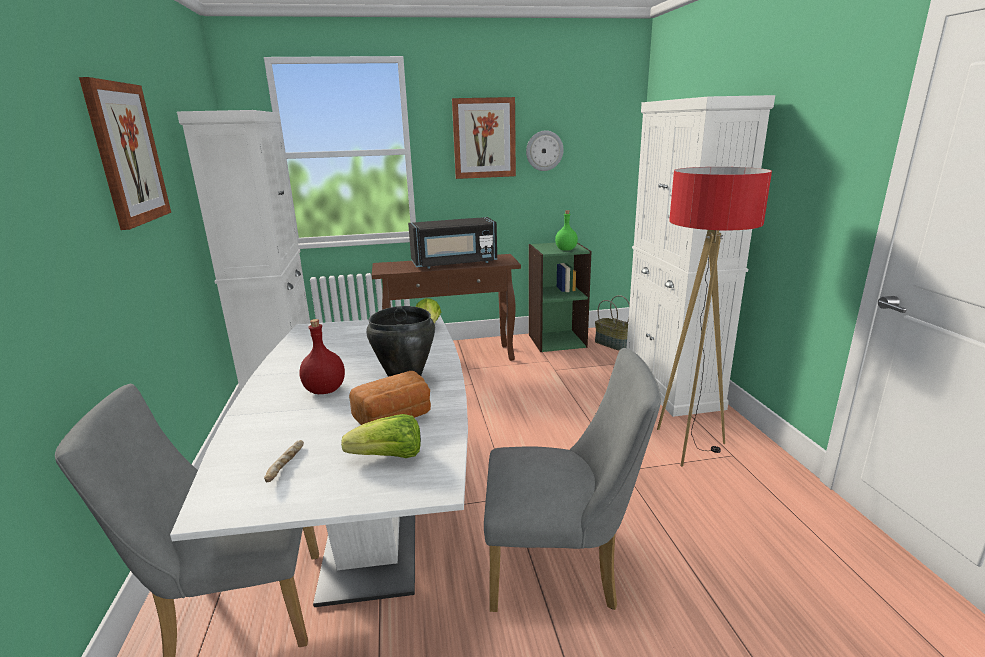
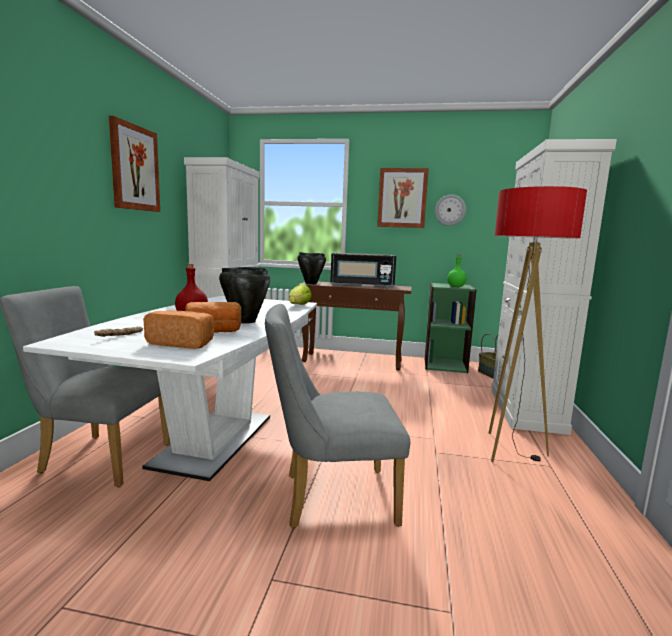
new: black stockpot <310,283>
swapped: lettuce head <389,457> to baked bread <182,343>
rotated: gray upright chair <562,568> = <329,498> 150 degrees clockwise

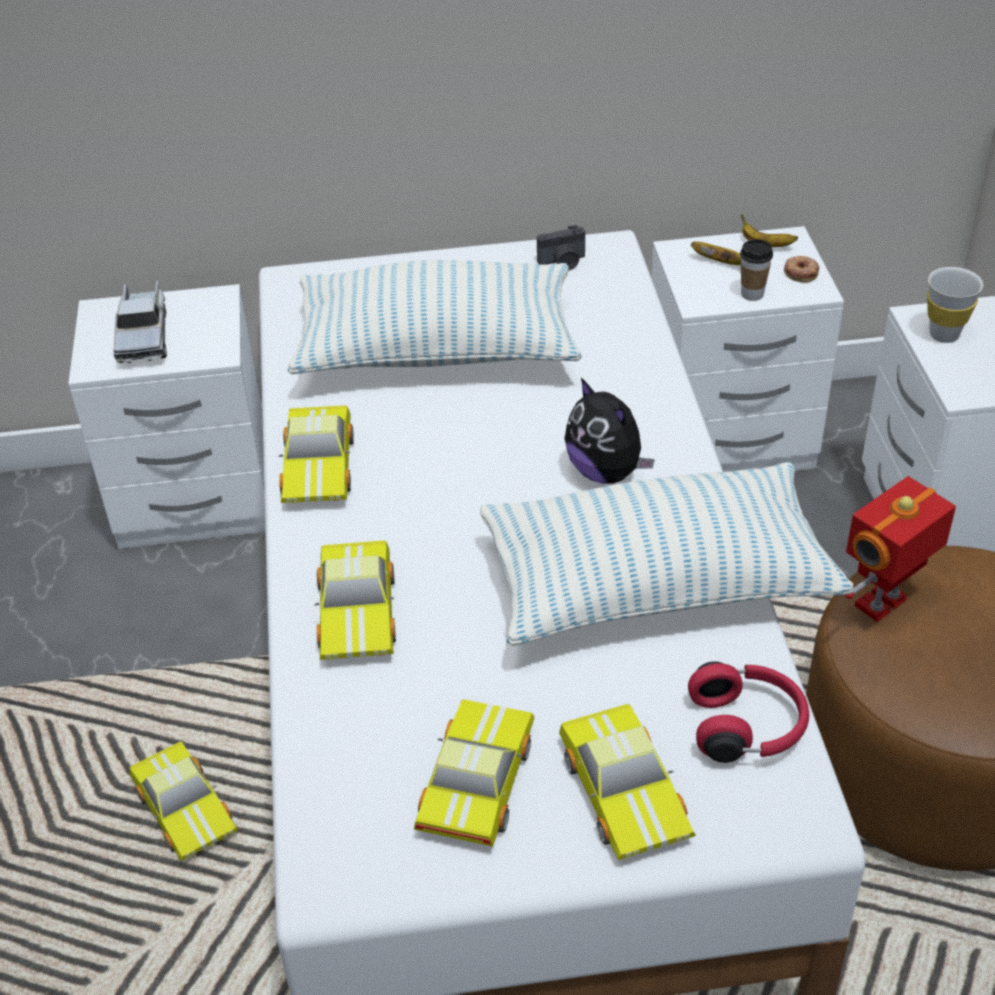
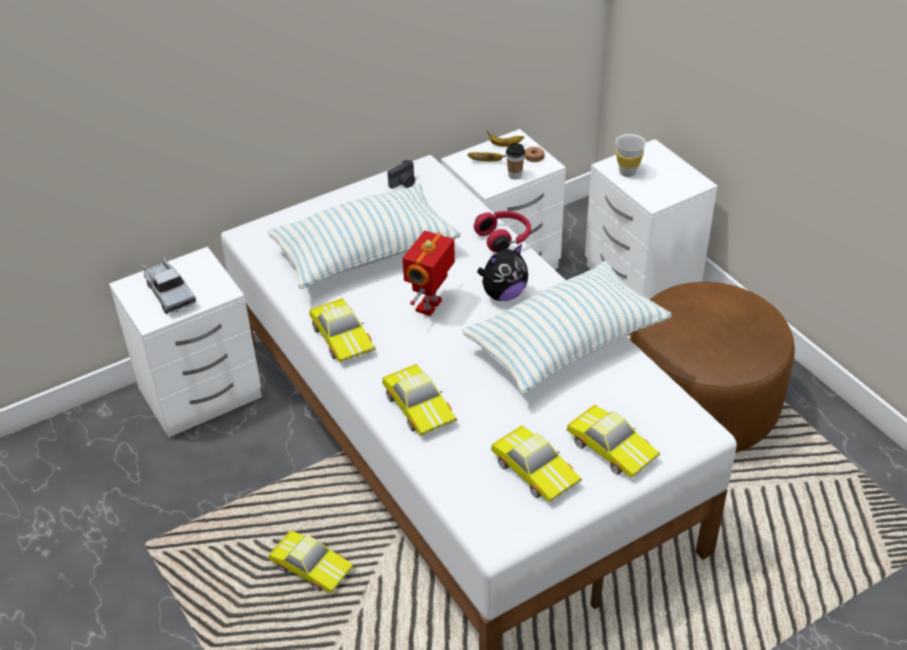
shifted: reddish headset <747,727> to <504,238>; toy robot <883,604> to <430,306>
rotated: toy car <472,783> = <536,469> 150 degrees clockwise; plush toy <606,471> = <503,294> 60 degrees counterclockwise

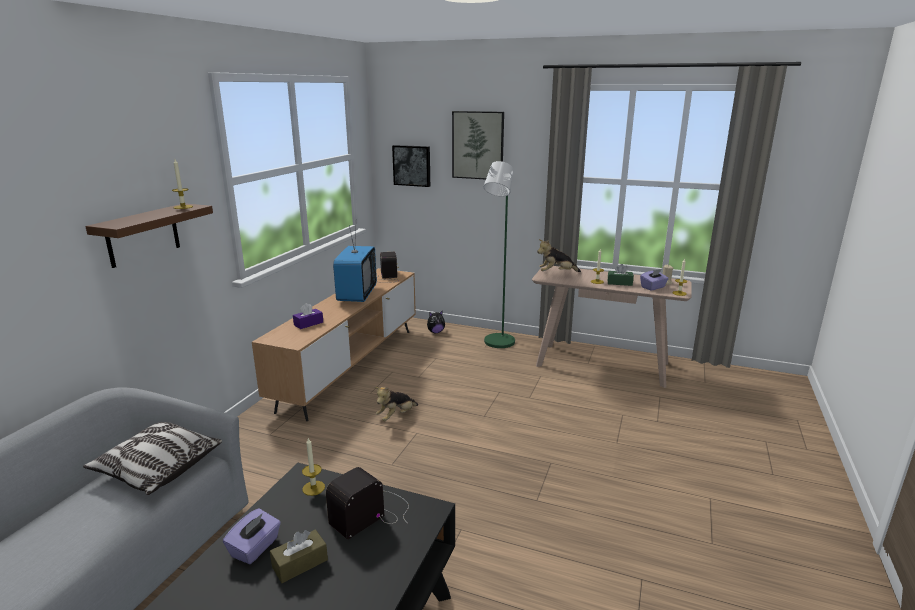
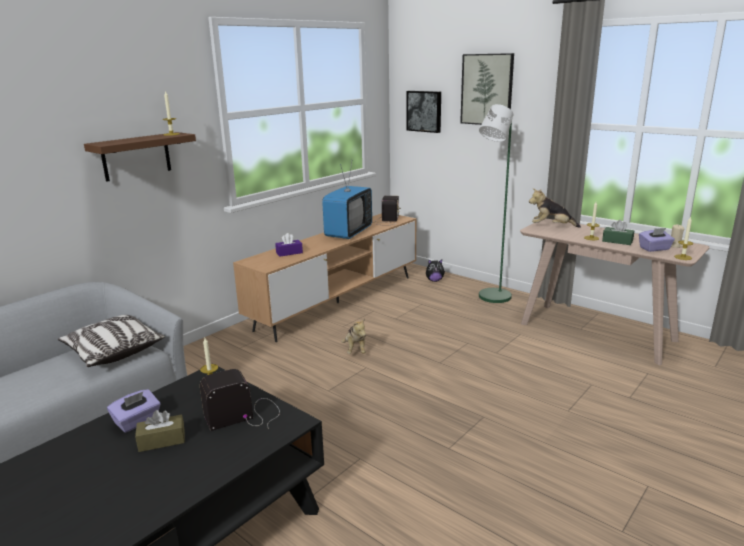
rotated: plush toy <396,416> = <355,350> 75 degrees counterclockwise

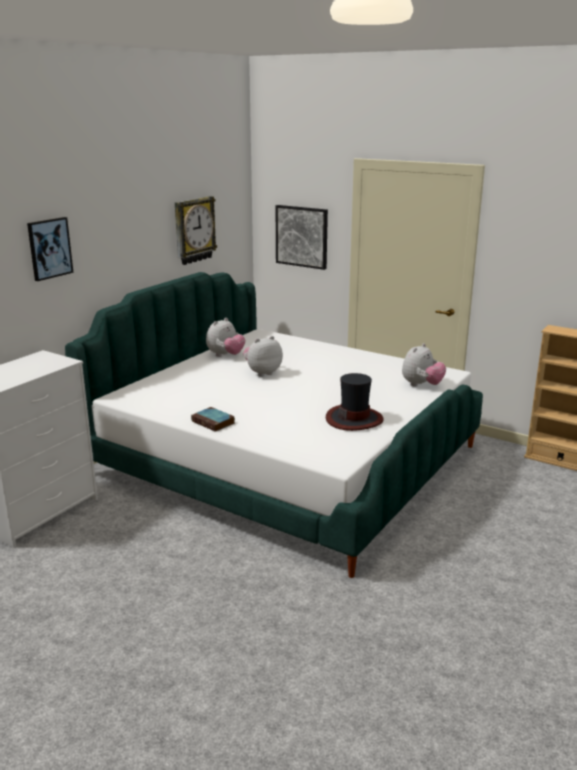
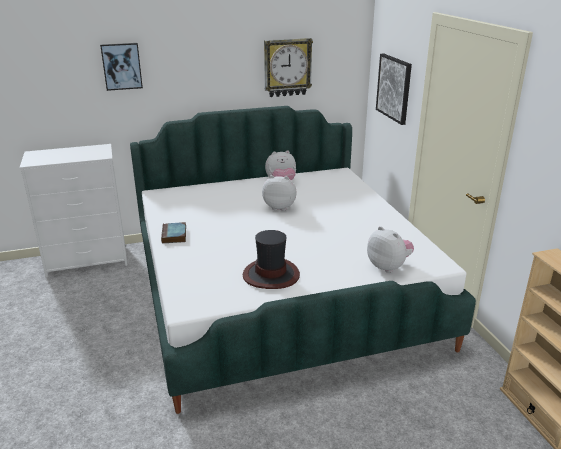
rotated: plush toy <421,385> = <388,267> 120 degrees counterclockwise

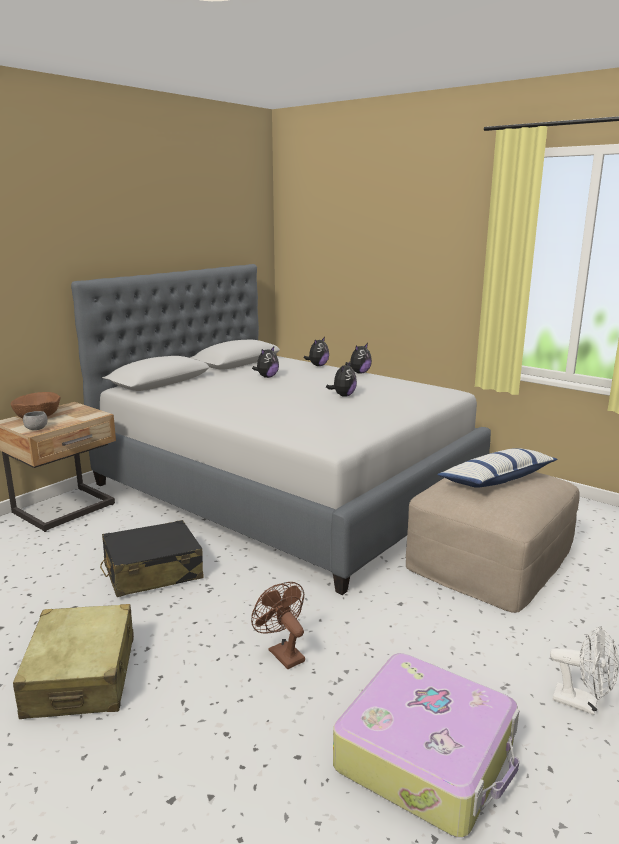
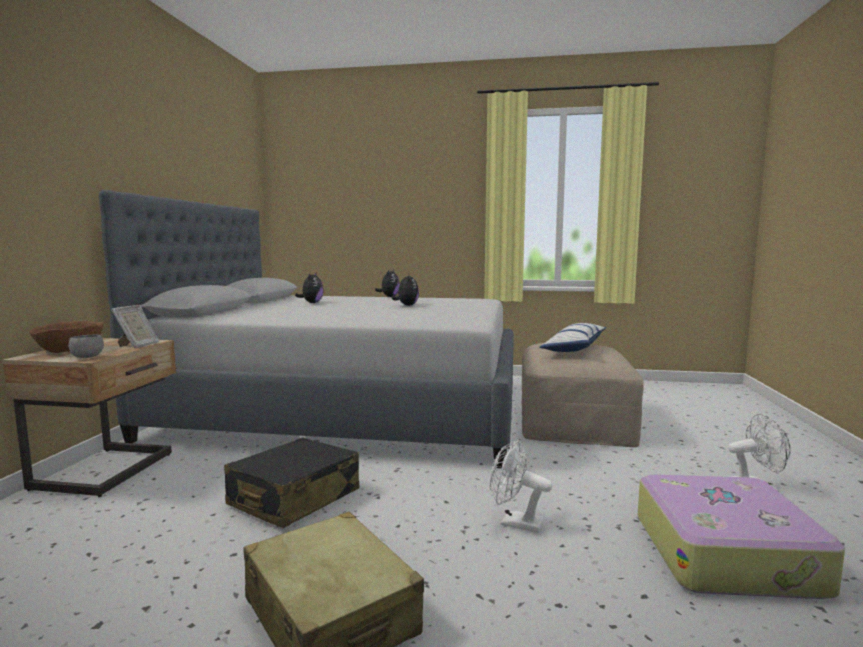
gone: plush toy <318,365>
new: picture frame <137,345>
repainted: brown fan <282,653> to white-coloured fan <515,523>

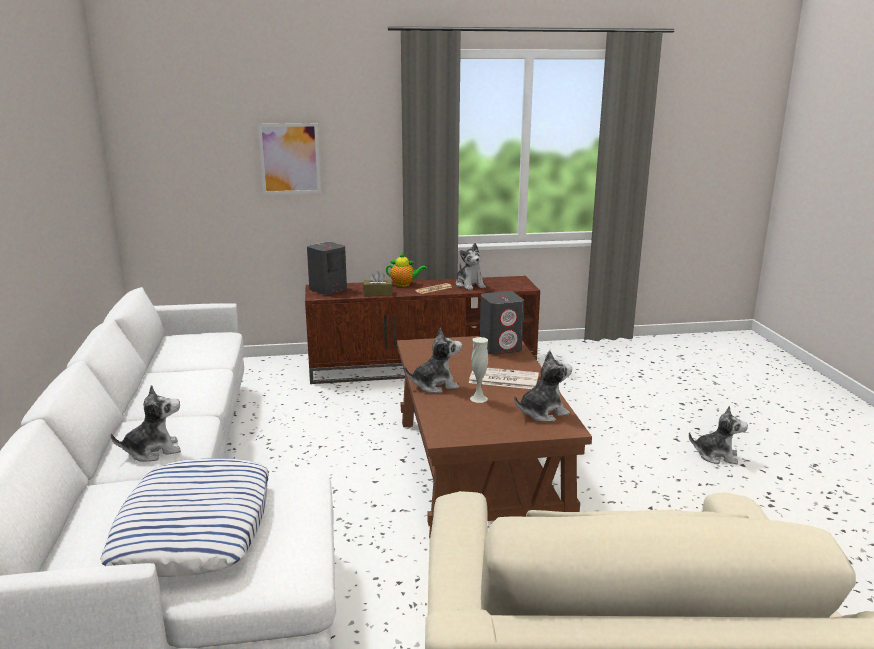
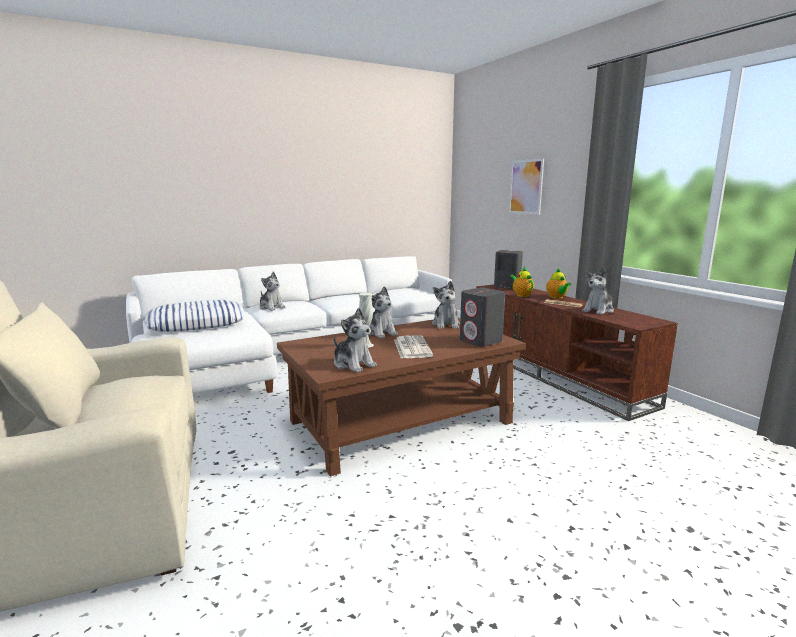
shifted: plush toy <716,456> to <446,324>
swapped: brown tissue box <378,293> to tea pot <521,295>

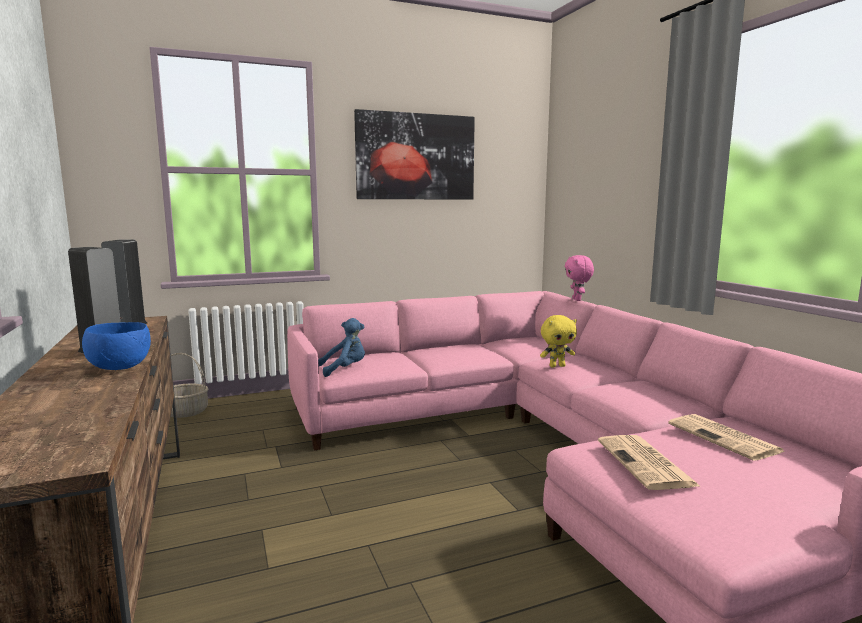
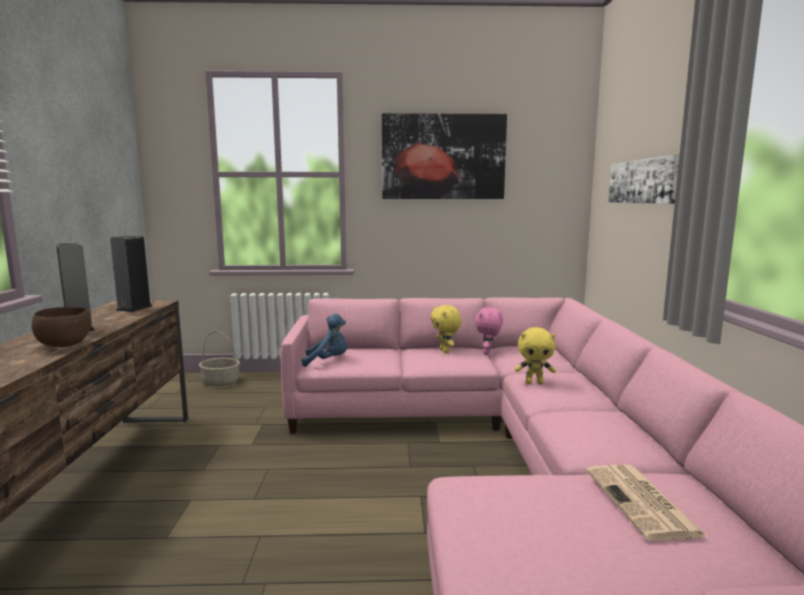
gone: newspaper <646,463>
new: yellow plush toy <445,351>; picture <642,181>
shifted: pink plush toy <577,300> to <488,353>
repainted: blue serving bowl <121,367> to brown serving bowl <66,345>

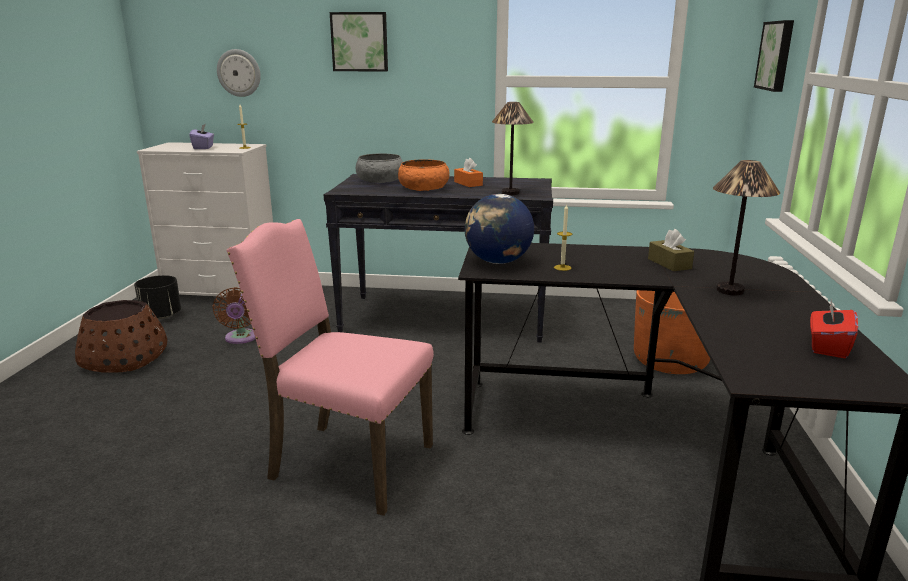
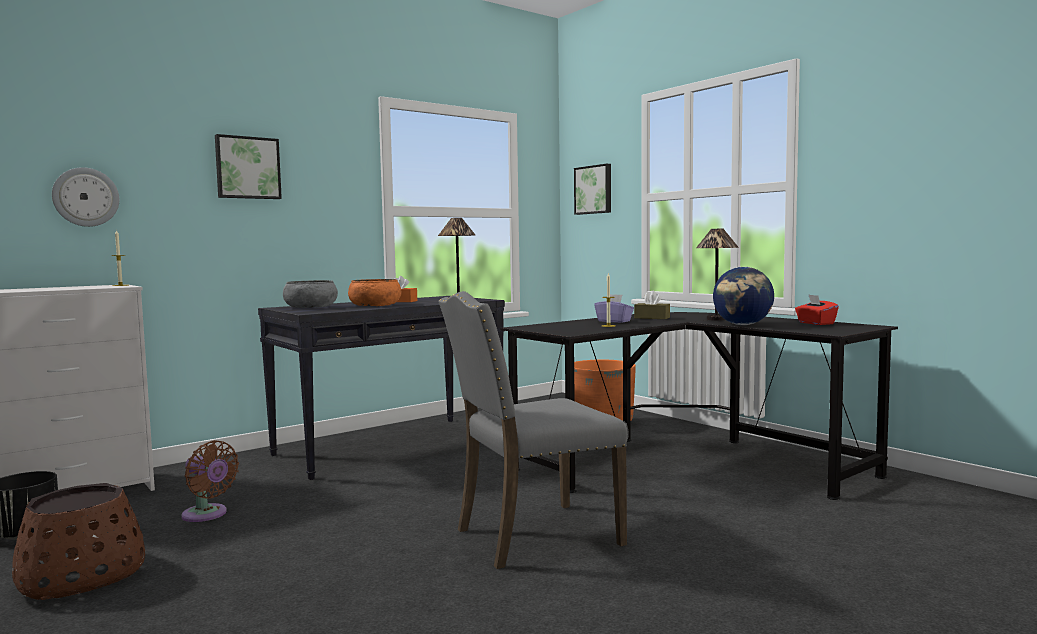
shifted: purple-coloured tissue box <203,147> to <614,321>; world globe <498,262> to <742,325>
repainted: pink upright chair <347,463> to gray upright chair <533,536>

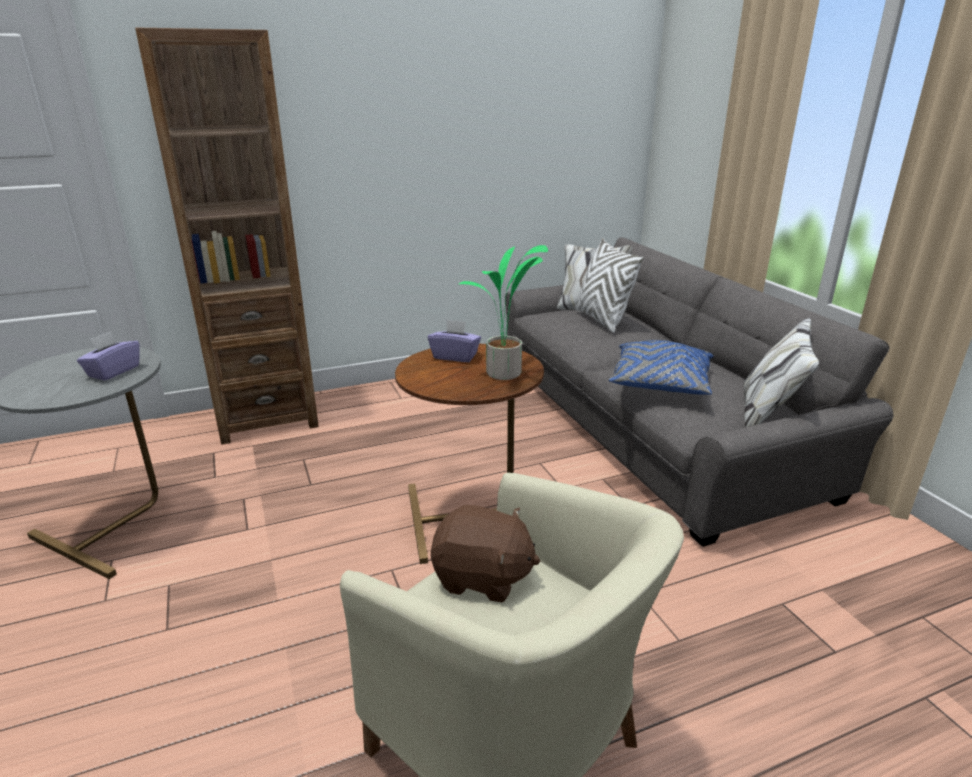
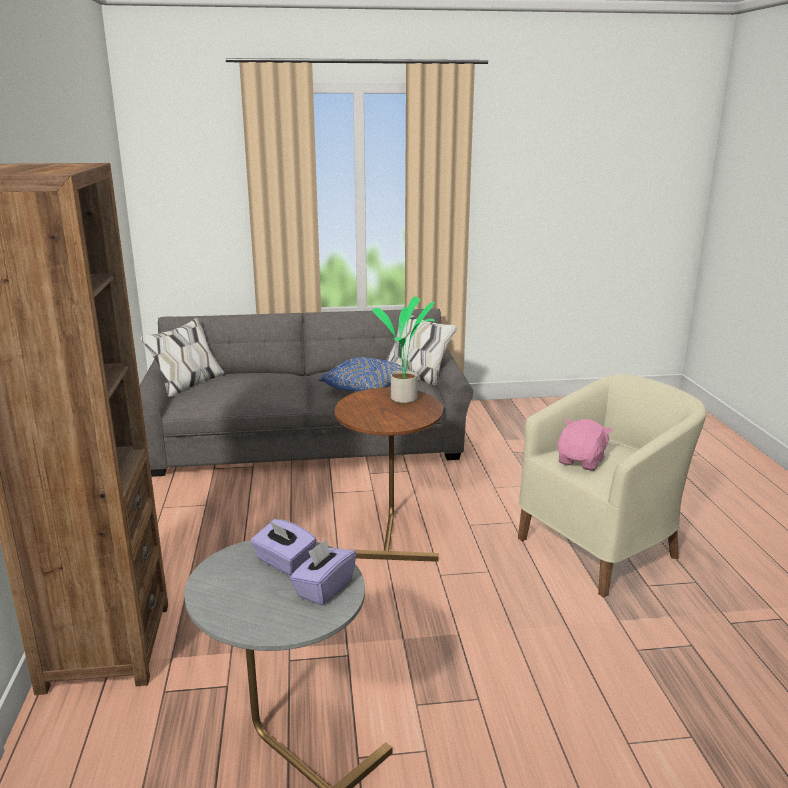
gone: white-coloured pillow <601,320>
shifted: purple-coloured tissue box <455,356> to <324,588>
repainted: brown plush toy <482,577> to pink plush toy <581,461>

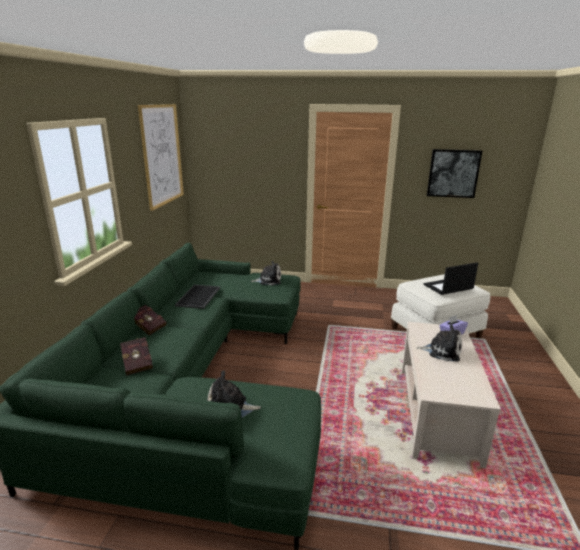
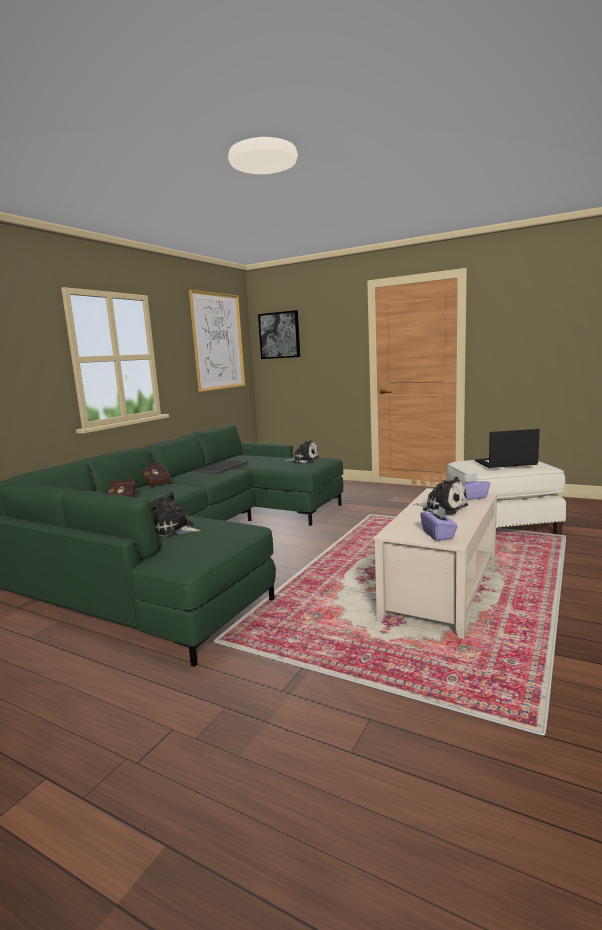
new: purple-coloured tissue box <438,535>
shifted: picture <453,173> to <279,335>

